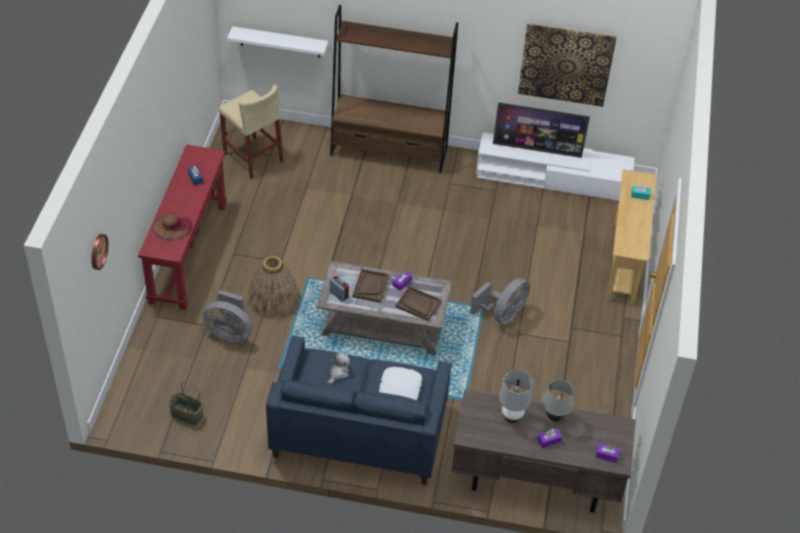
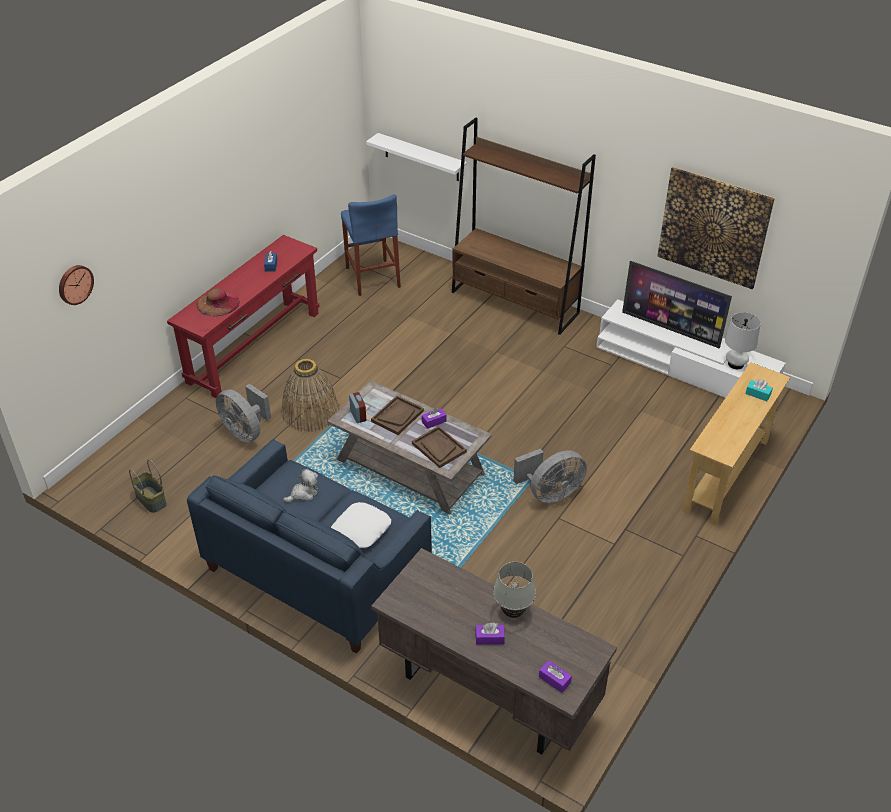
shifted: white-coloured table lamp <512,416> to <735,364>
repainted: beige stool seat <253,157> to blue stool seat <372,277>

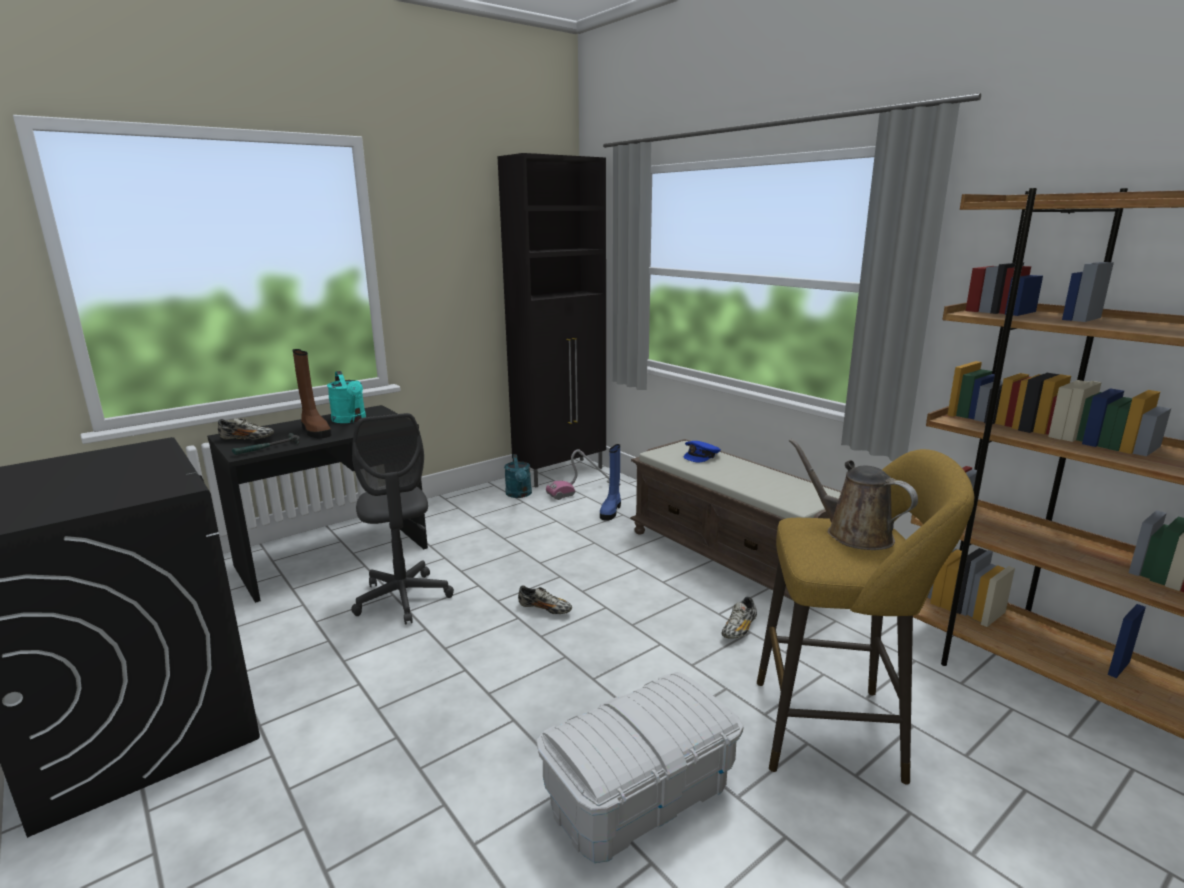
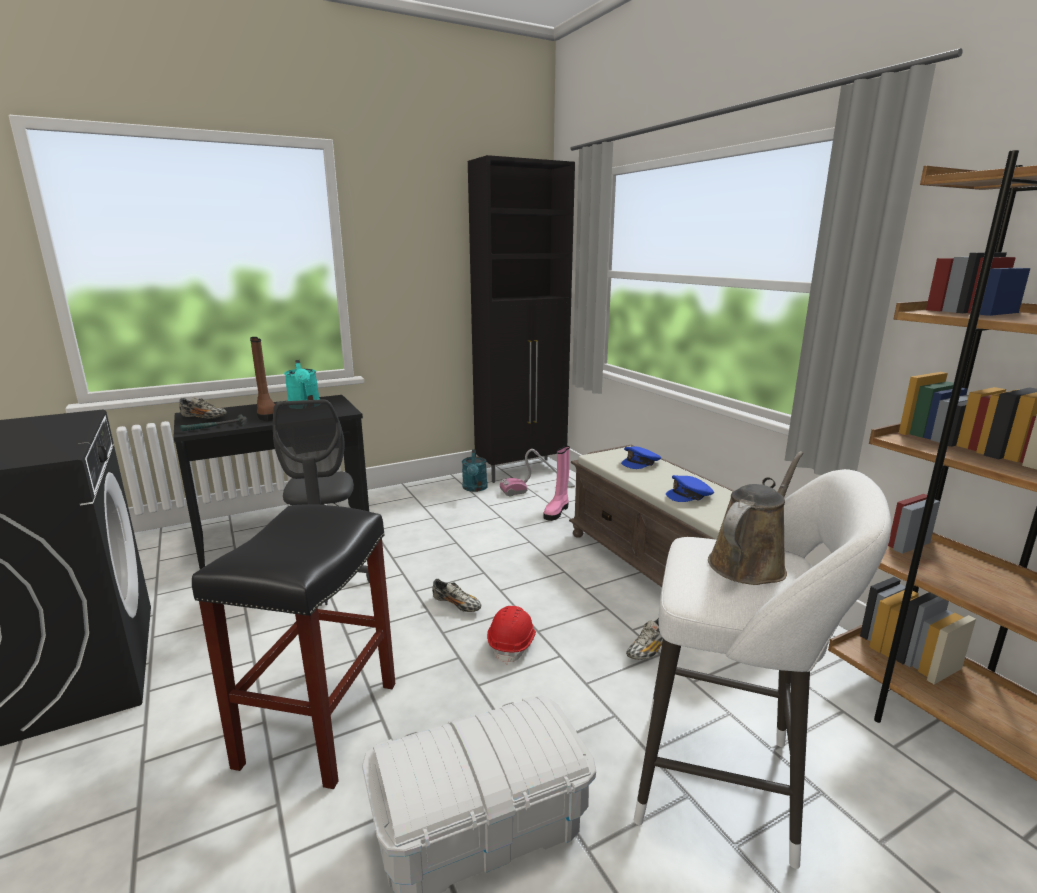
new: black stool seat <320,721>; reddish safety helmet <512,644>; blue cap <690,495>
repainted: blue high-top boot <611,511> to pink high-top boot <557,511>; yellow stool seat <837,729> to white-coloured stool seat <727,783>
rotated: brown watering can <853,533> = <750,562> 75 degrees clockwise

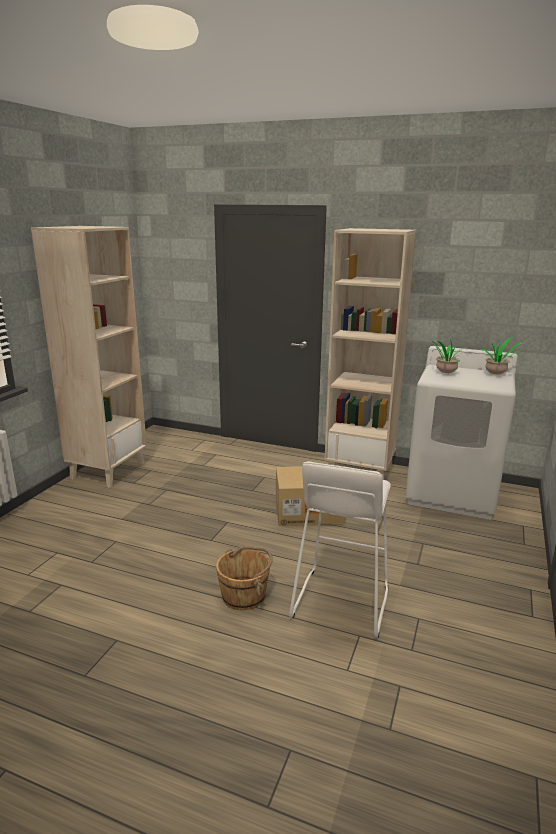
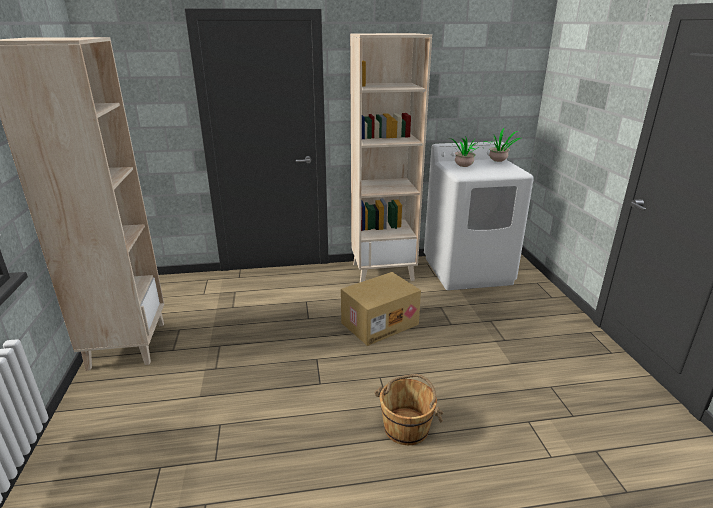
gone: white-coloured stool seat <340,602>

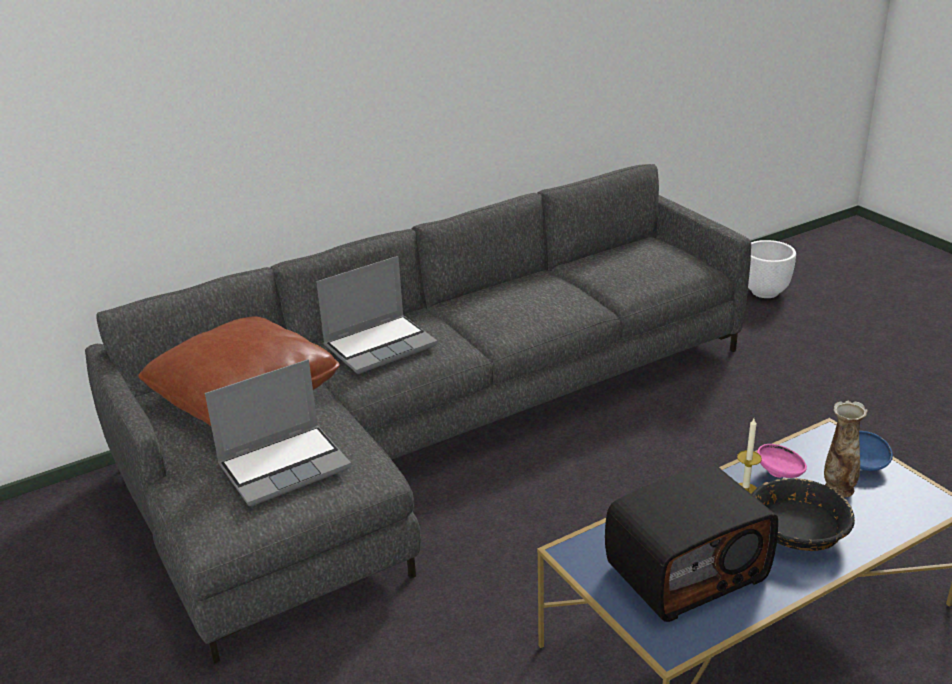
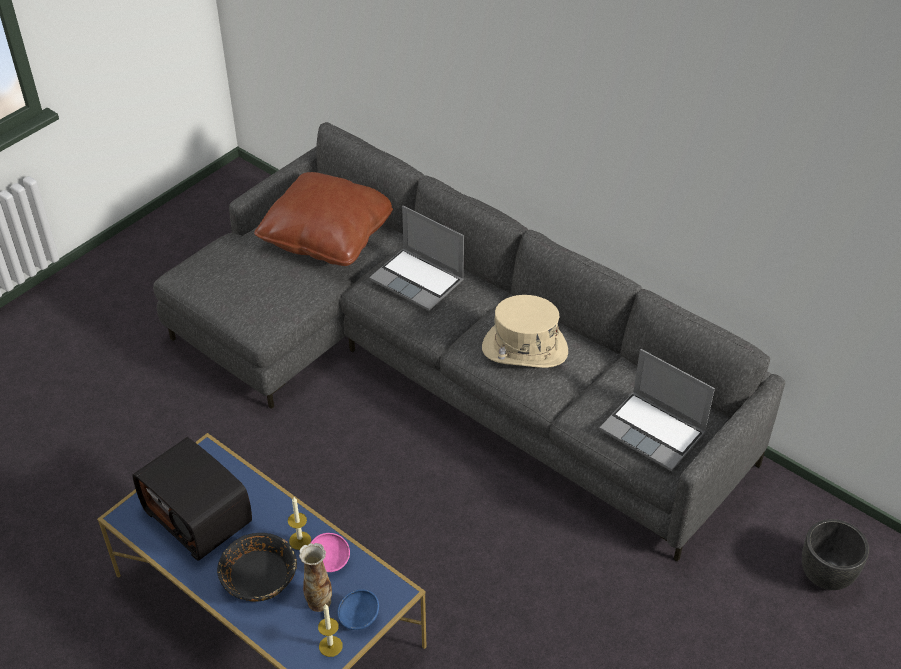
new: candle <330,646>; beige wearable hat <524,349>
shifted: laptop <285,465> to <654,432>
repainted: white-coloured planter <765,292> to black planter <825,576>

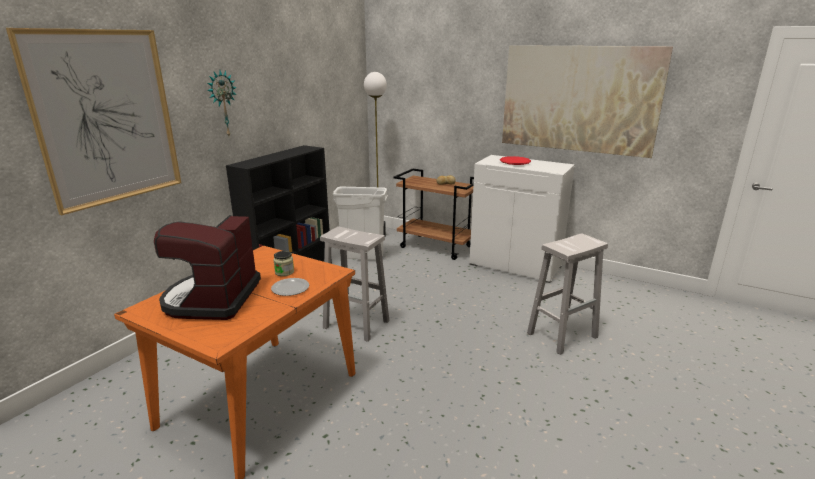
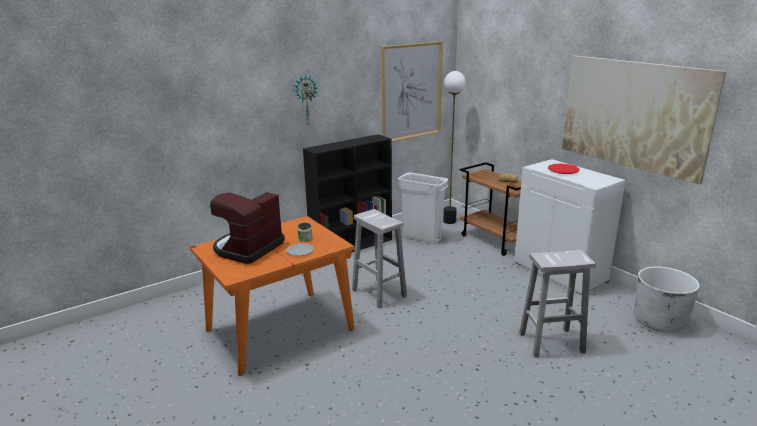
new: white-coloured planter <659,321>
shifted: picture <106,118> to <411,91>

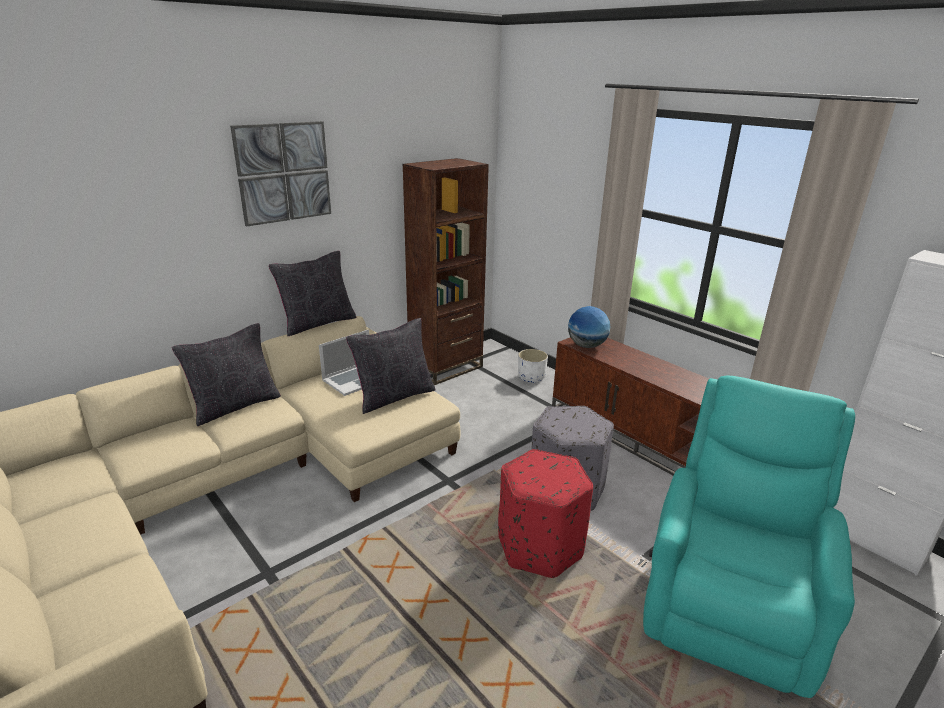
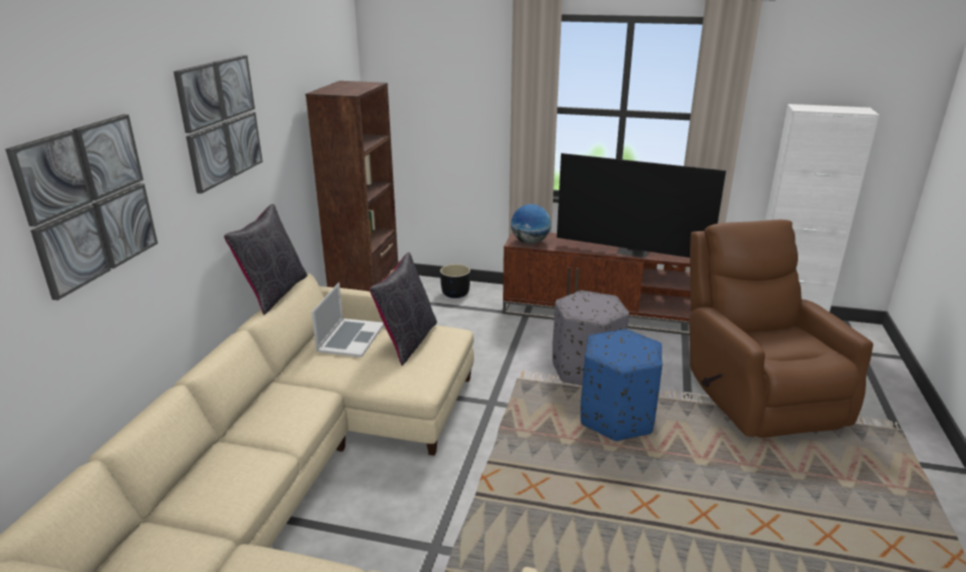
gone: black pillow <235,406>
new: picture <89,202>; TV <633,252>
repainted: reddish ottoman <540,547> to blue ottoman <617,417>; white-coloured planter <530,378> to black planter <455,294>; blue-green easy chair <731,595> to brown easy chair <756,391>

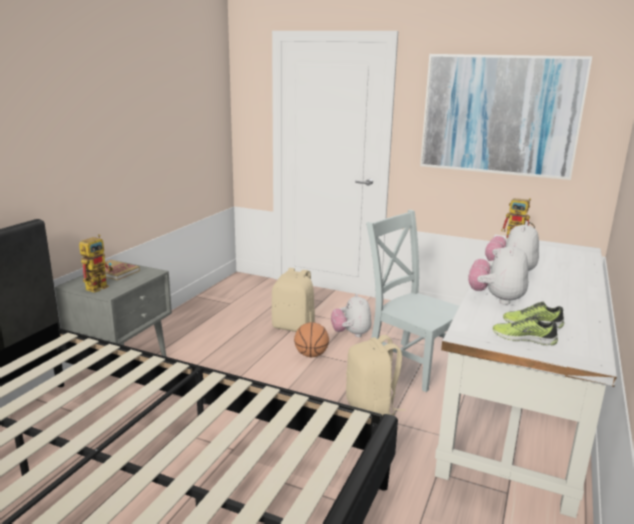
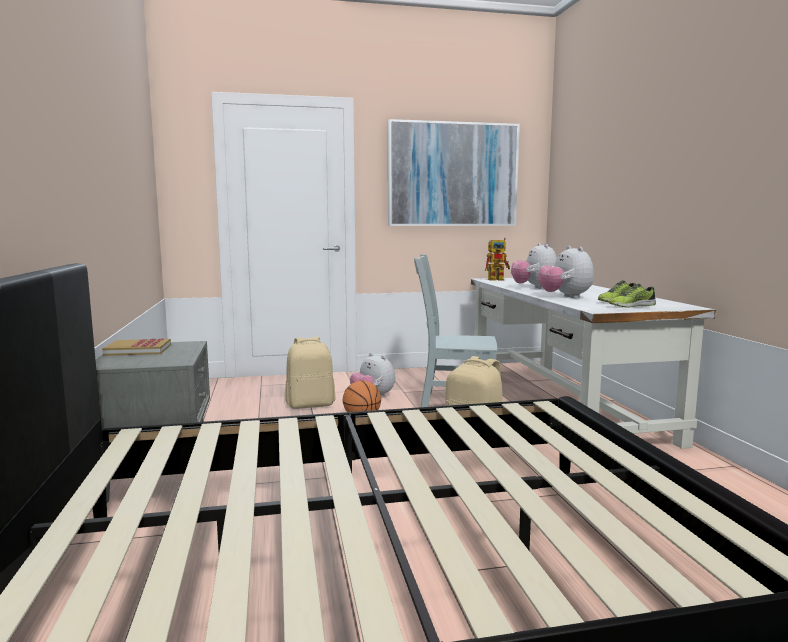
gone: toy robot <99,286>

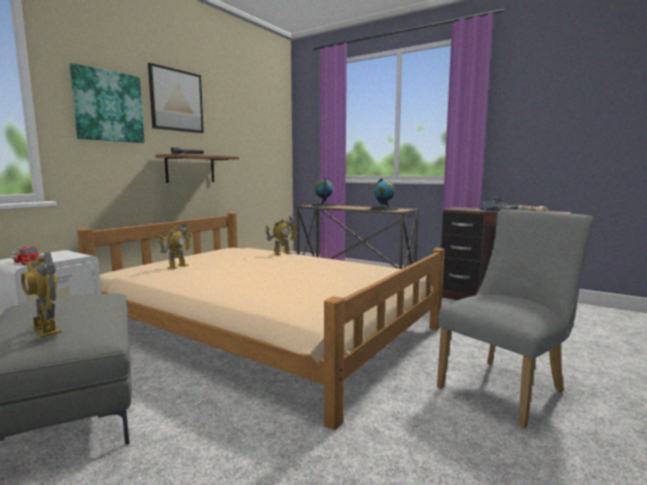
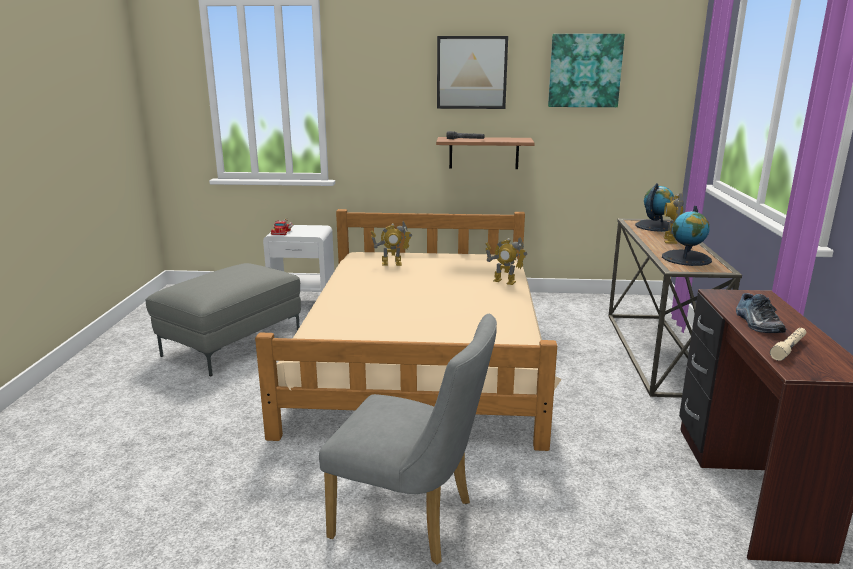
shifted: toy robot <45,330> to <669,240>; picture <108,106> to <585,71>

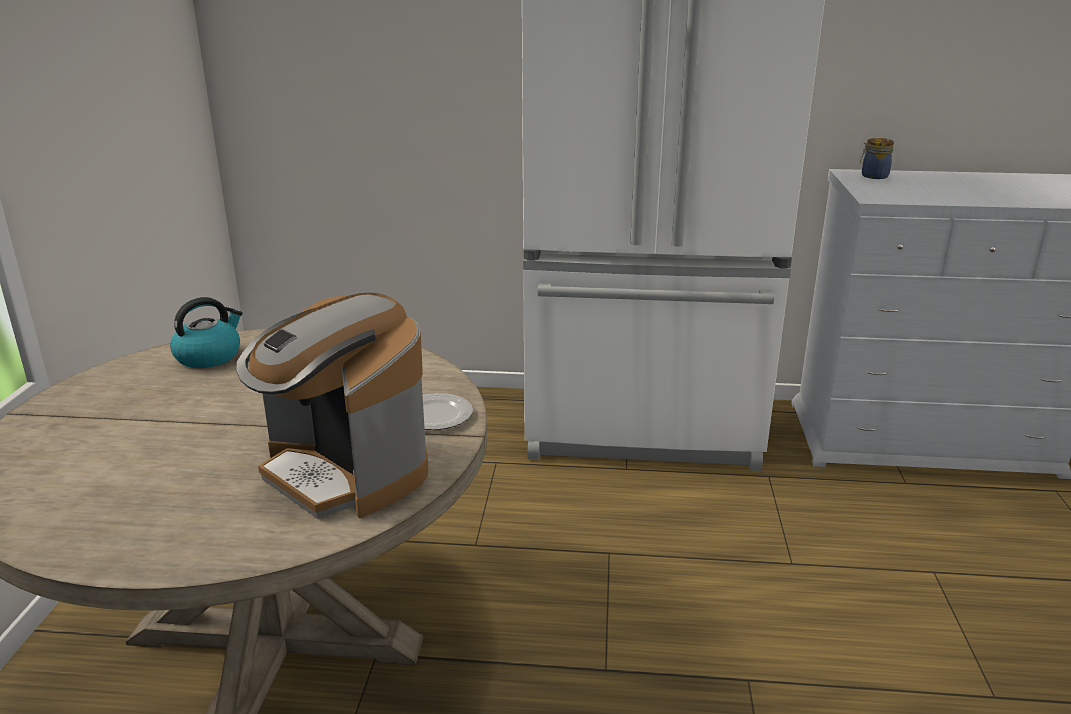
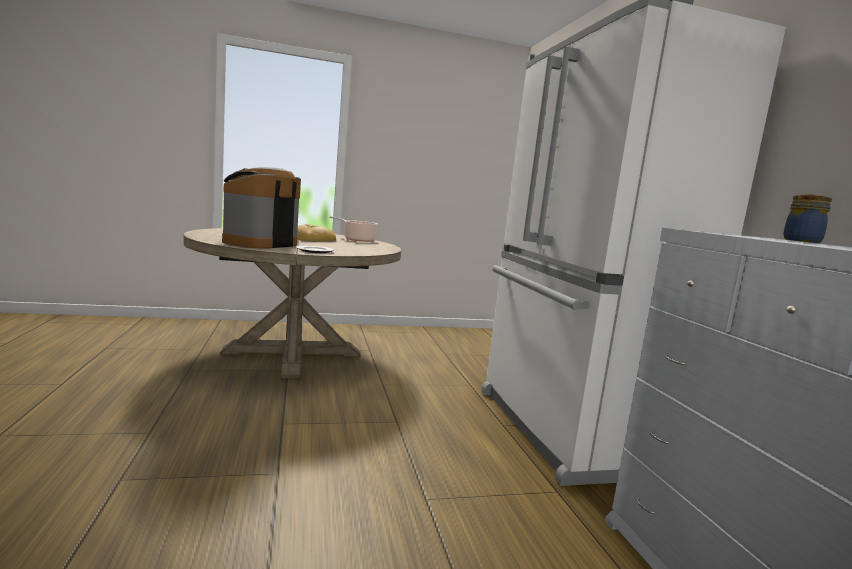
new: baked bread <312,239>
swapped: kettle <209,356> to stockpot <357,240>

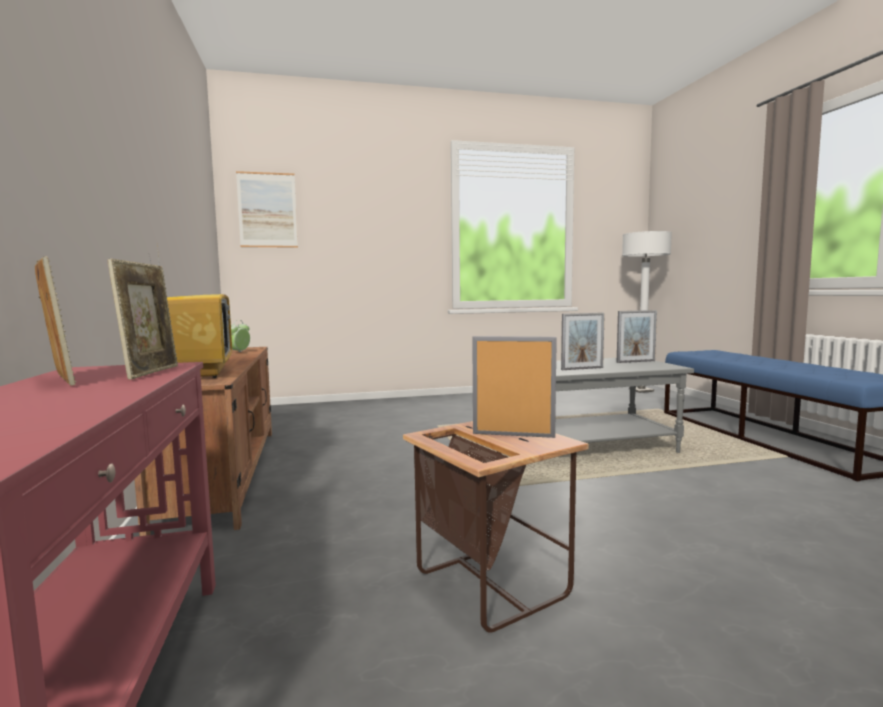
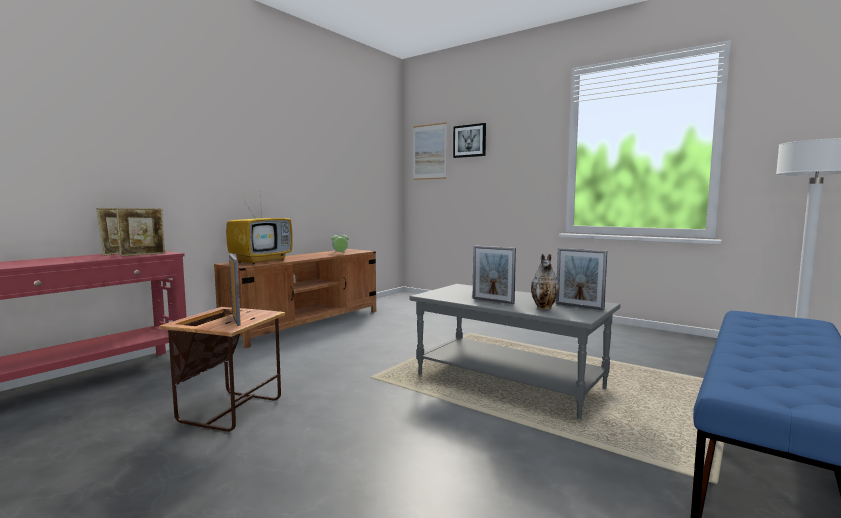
new: picture <469,141>; decorative vase <544,307>

